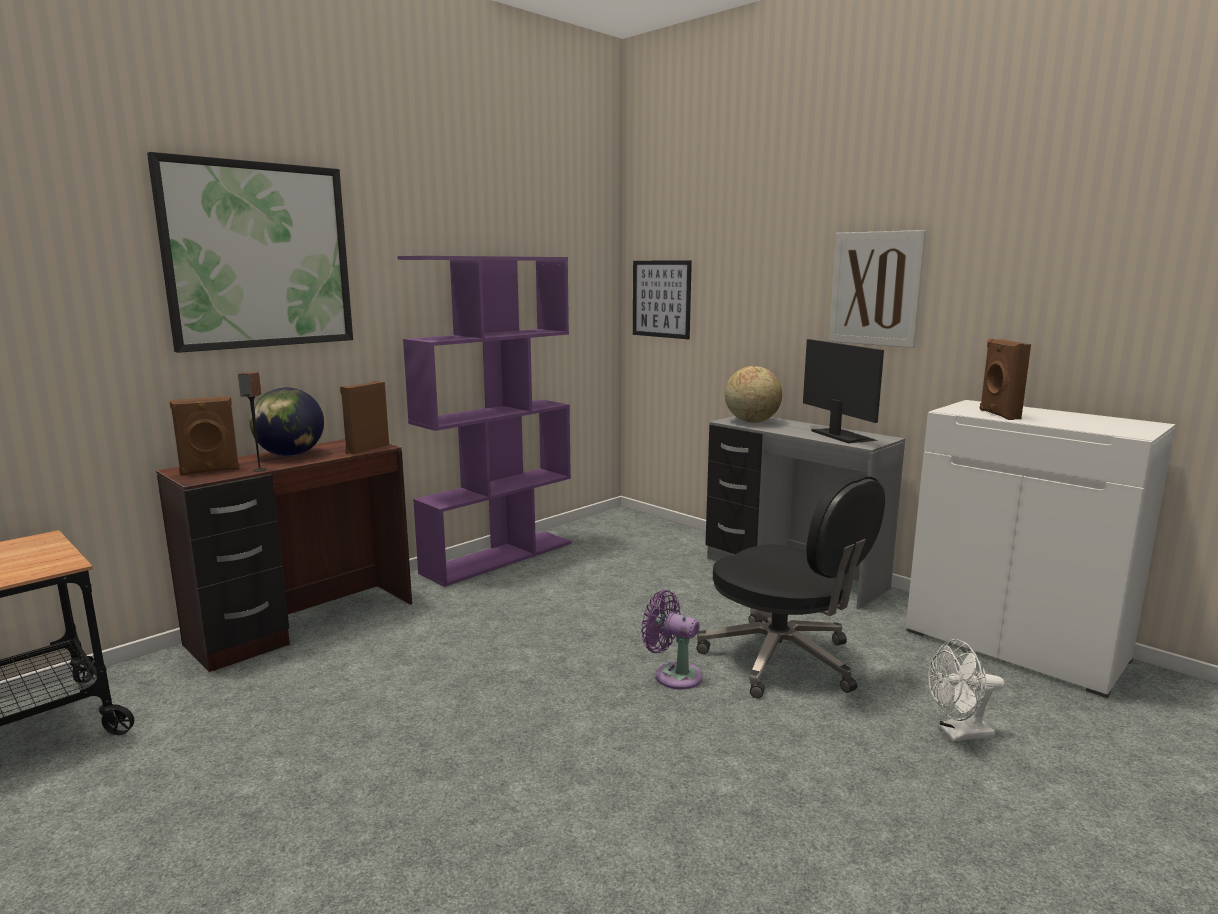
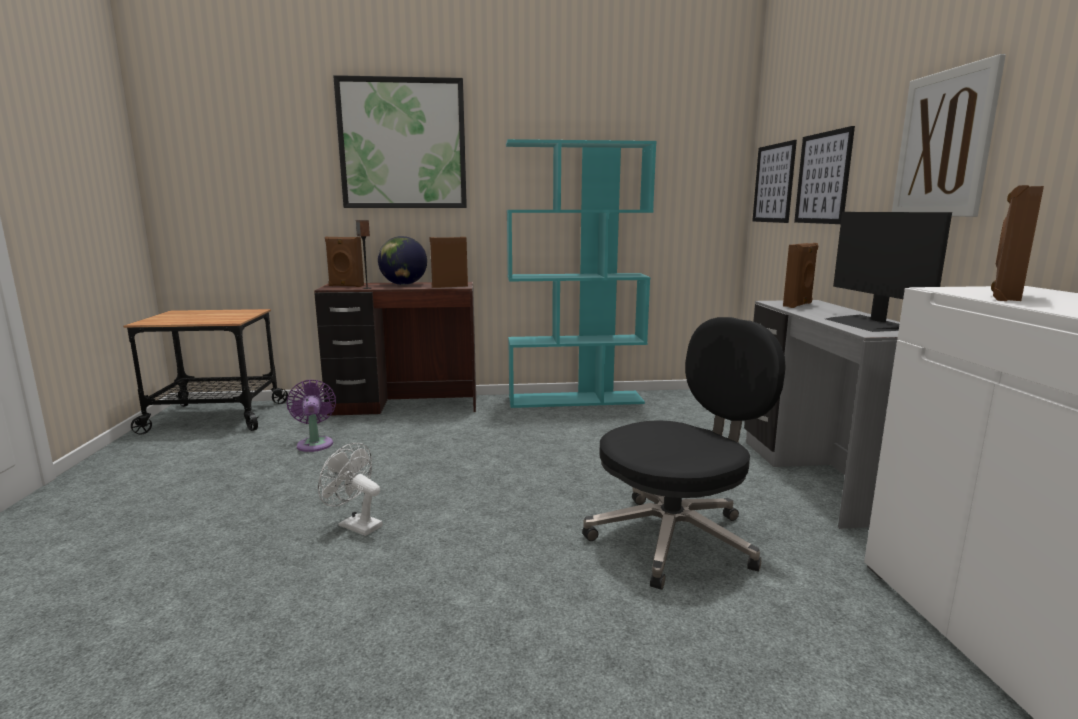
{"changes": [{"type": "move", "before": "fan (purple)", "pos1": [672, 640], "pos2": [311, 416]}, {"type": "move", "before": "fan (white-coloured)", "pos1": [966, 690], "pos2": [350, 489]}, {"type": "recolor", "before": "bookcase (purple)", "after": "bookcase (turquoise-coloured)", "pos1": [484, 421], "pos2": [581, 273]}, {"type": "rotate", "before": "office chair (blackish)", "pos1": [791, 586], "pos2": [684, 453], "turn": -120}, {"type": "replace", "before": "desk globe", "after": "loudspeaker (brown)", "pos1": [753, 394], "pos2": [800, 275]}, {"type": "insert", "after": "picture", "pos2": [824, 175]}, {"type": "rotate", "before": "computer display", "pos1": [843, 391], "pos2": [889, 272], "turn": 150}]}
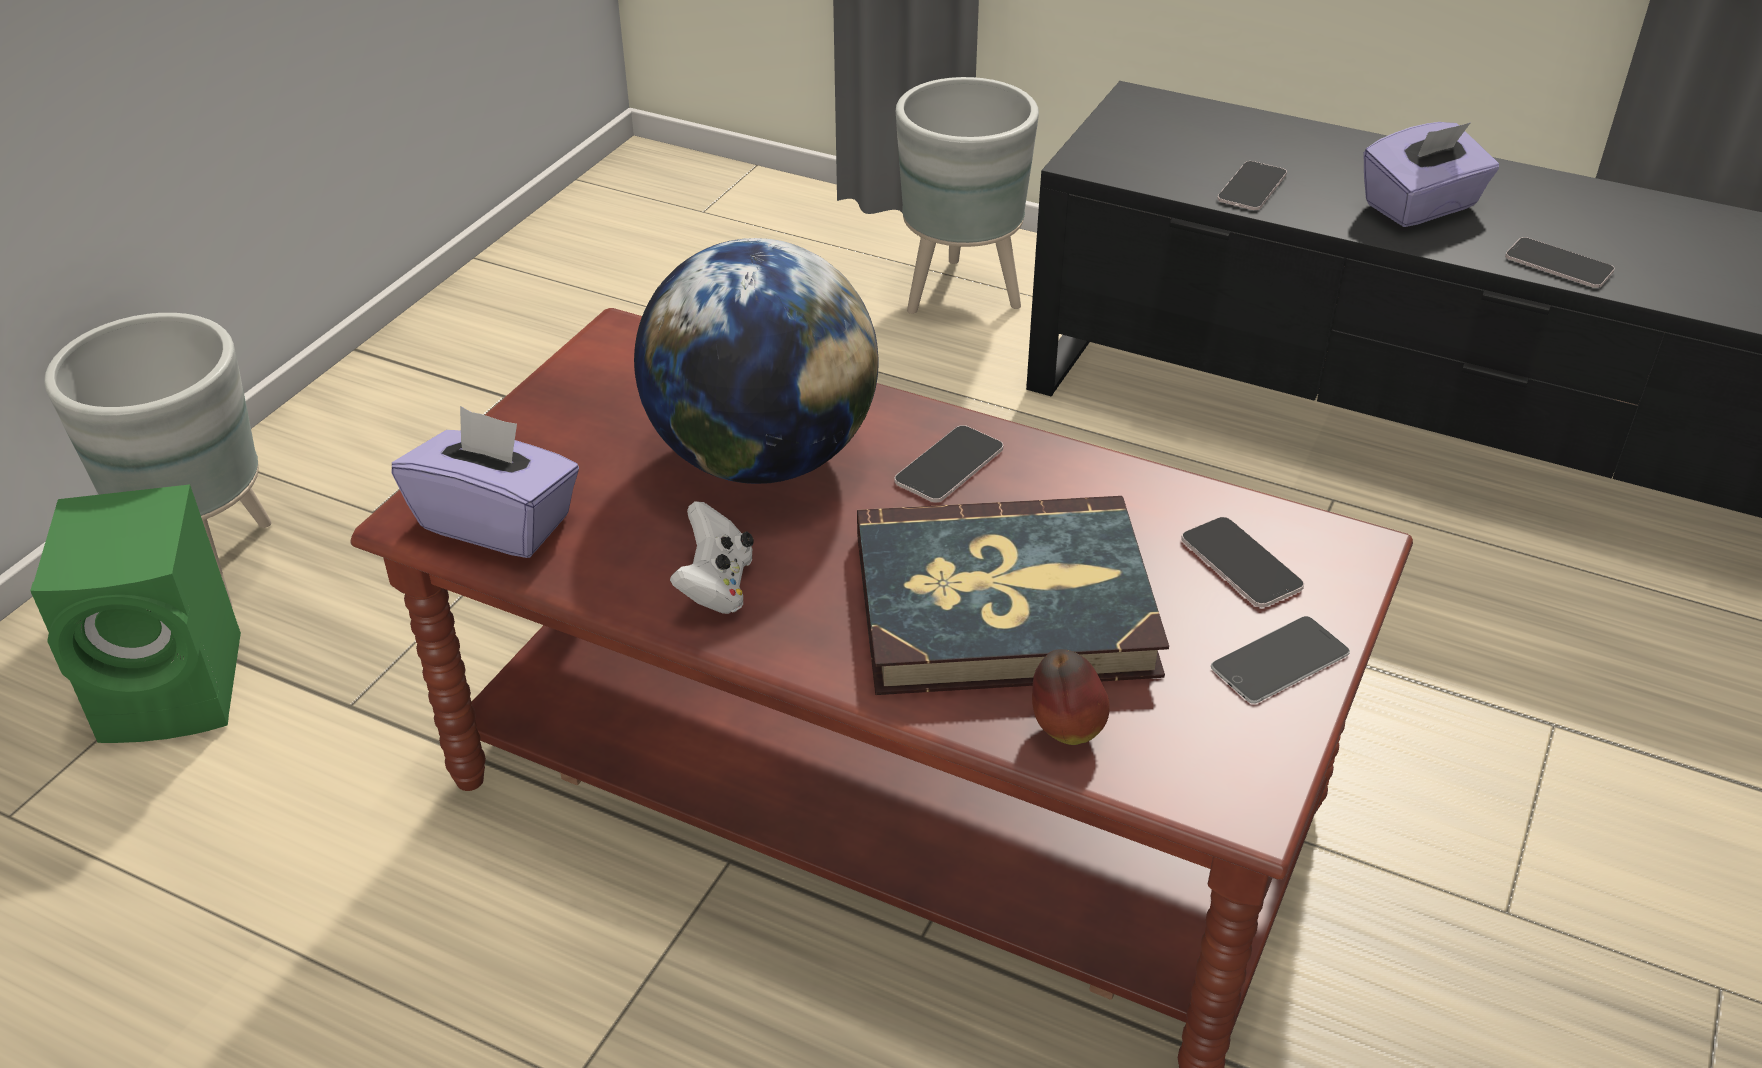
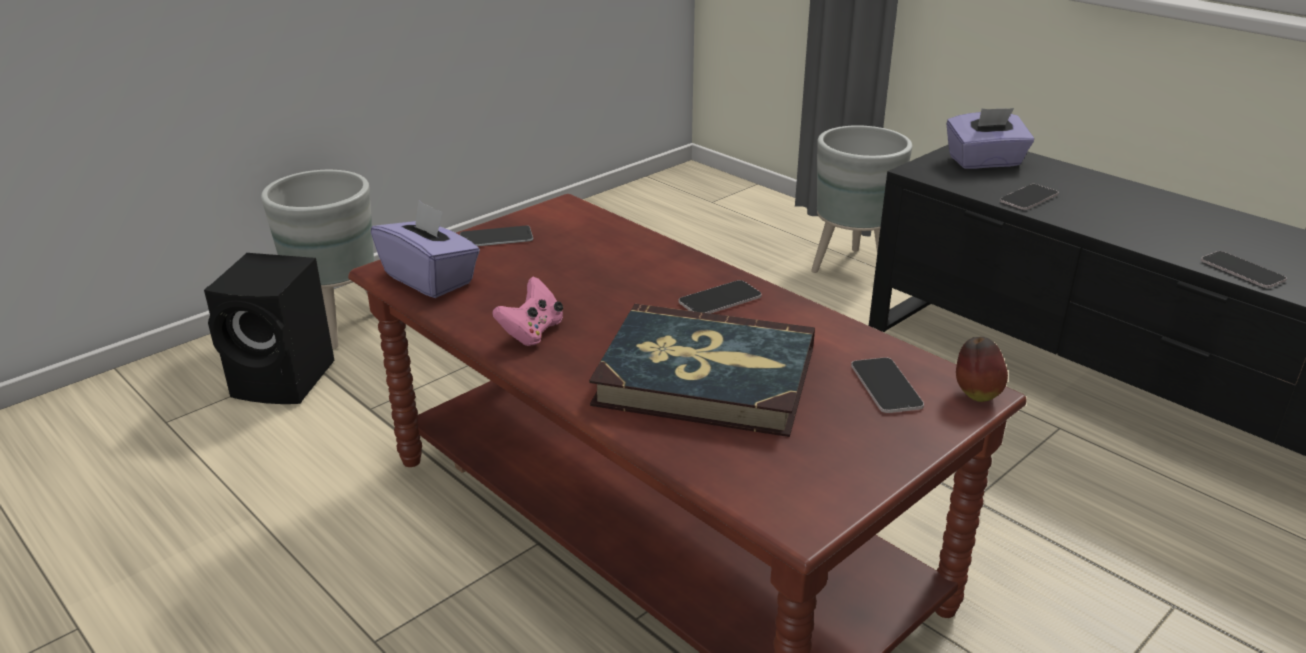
{"changes": [{"type": "recolor", "before": "loudspeaker (green-coloured)", "after": "loudspeaker (blackish)", "pos1": [135, 613], "pos2": [269, 328]}, {"type": "move", "before": "handset", "pos1": [1280, 660], "pos2": [496, 236]}, {"type": "recolor", "before": "game controller (white-coloured)", "after": "game controller (pink)", "pos1": [712, 557], "pos2": [527, 311]}, {"type": "move", "before": "tissue holder (purple)", "pos1": [1431, 174], "pos2": [990, 138]}, {"type": "move", "before": "whole apple", "pos1": [1071, 697], "pos2": [982, 369]}, {"type": "delete", "before": "desk globe", "pos1": [756, 361]}]}
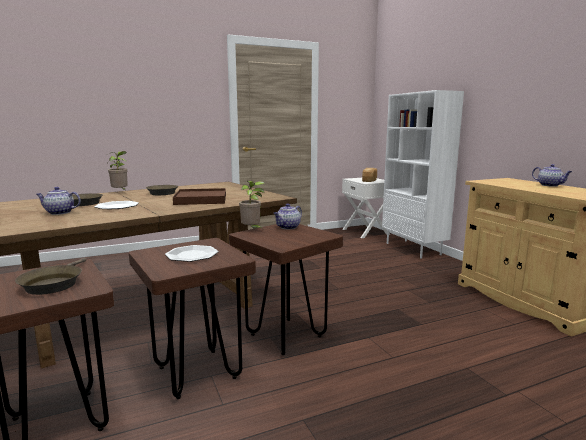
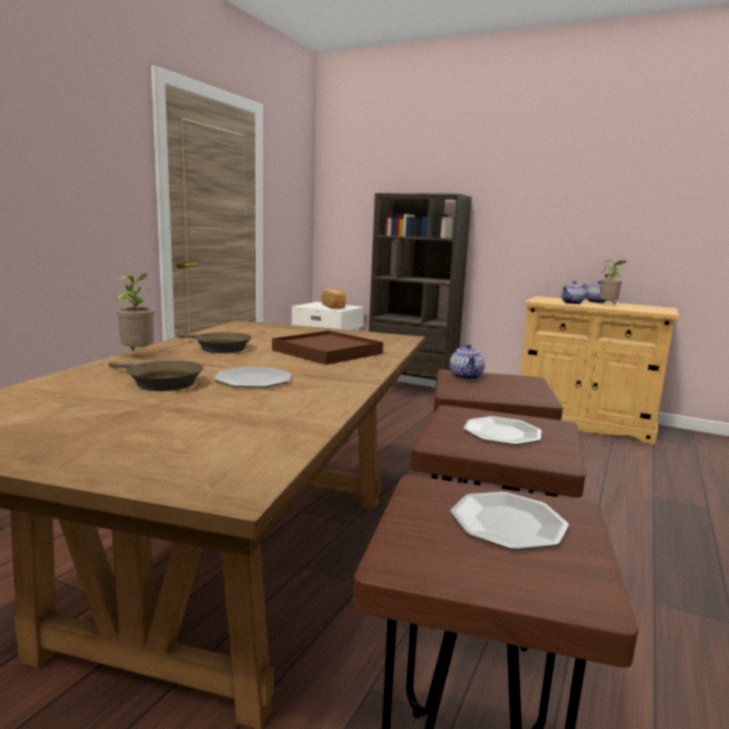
{"changes": [{"type": "recolor", "before": "bookcase (white-coloured)", "after": "bookcase (brown)", "pos1": [423, 174], "pos2": [420, 292]}, {"type": "replace", "before": "skillet (brown)", "after": "flat dish", "pos1": [51, 276], "pos2": [510, 521]}, {"type": "move", "before": "tea pot", "pos1": [58, 201], "pos2": [573, 292]}, {"type": "move", "before": "plant in a pot", "pos1": [252, 205], "pos2": [612, 282]}]}
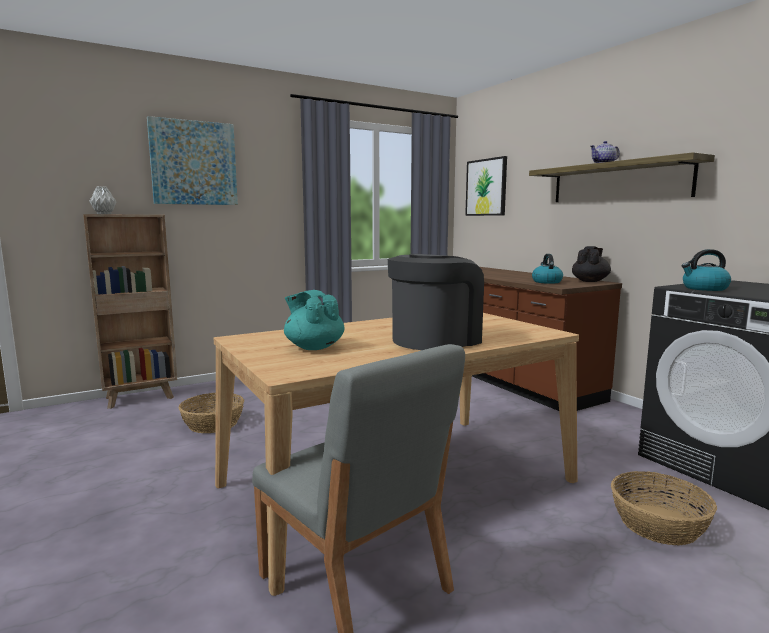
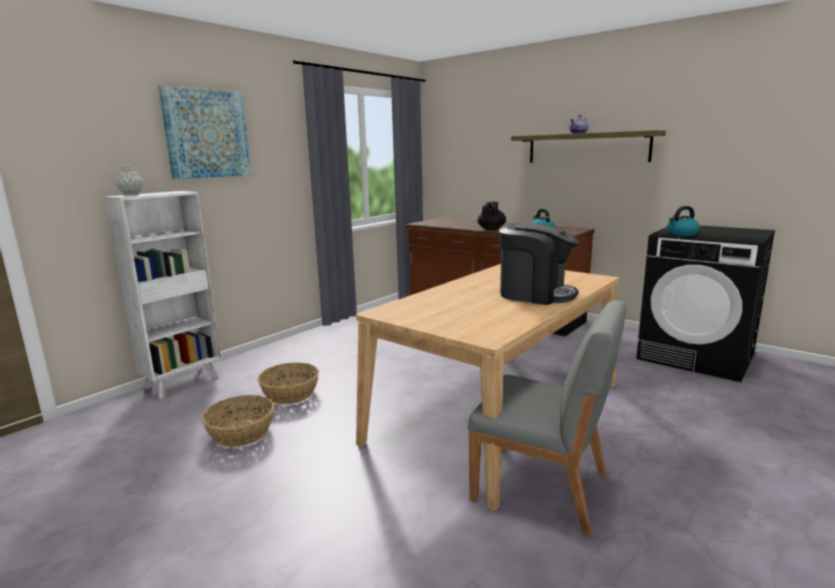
{"changes": [{"type": "recolor", "before": "bookcase (brown)", "after": "bookcase (white-coloured)", "pos1": [130, 311], "pos2": [163, 295]}, {"type": "move", "before": "storage basket", "pos1": [664, 508], "pos2": [237, 421]}, {"type": "move", "before": "tea pot (blackish)", "pos1": [591, 264], "pos2": [492, 215]}, {"type": "rotate", "before": "coffee maker", "pos1": [436, 302], "pos2": [539, 264], "turn": 90}, {"type": "delete", "before": "tea pot (turquoise-coloured)", "pos1": [314, 320]}, {"type": "delete", "before": "picture", "pos1": [486, 186]}]}
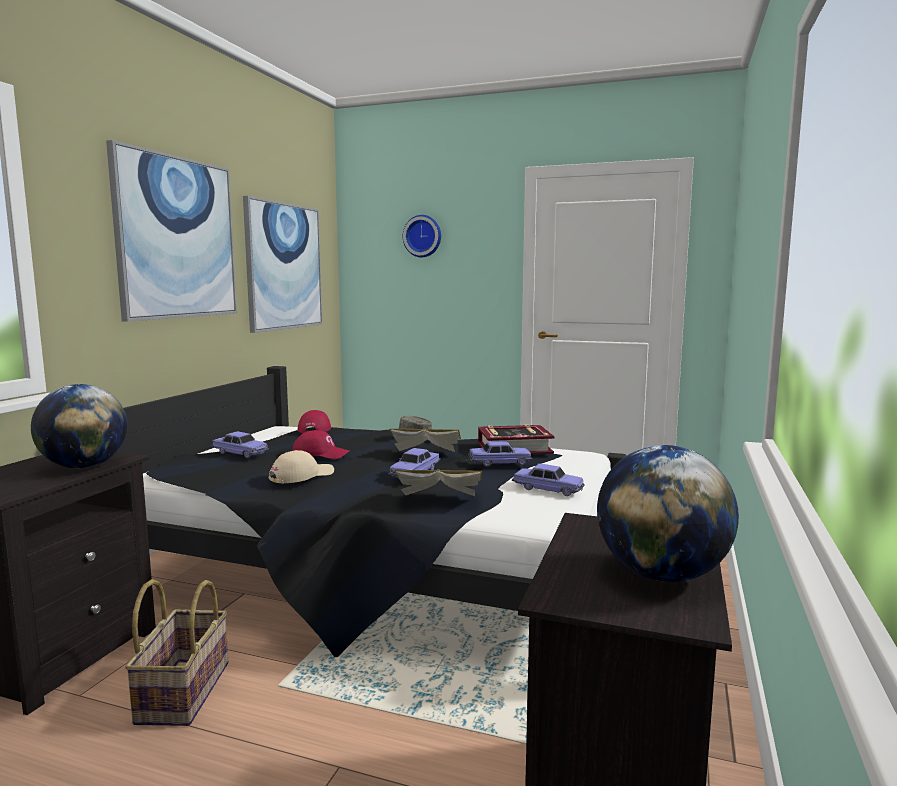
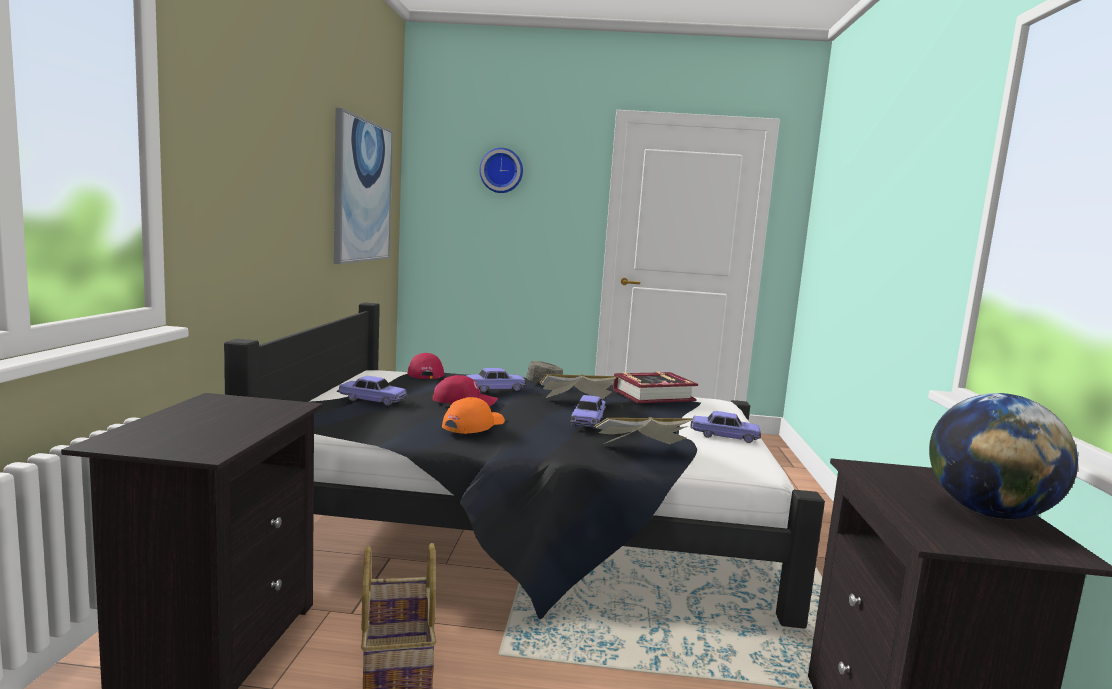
{"changes": [{"type": "recolor", "before": "baseball cap (sand-coloured)", "after": "baseball cap (orange-coloured)", "pos1": [301, 467], "pos2": [473, 415]}, {"type": "move", "before": "model car", "pos1": [500, 454], "pos2": [496, 380]}, {"type": "delete", "before": "desk globe", "pos1": [79, 426]}, {"type": "delete", "before": "picture", "pos1": [171, 231]}]}
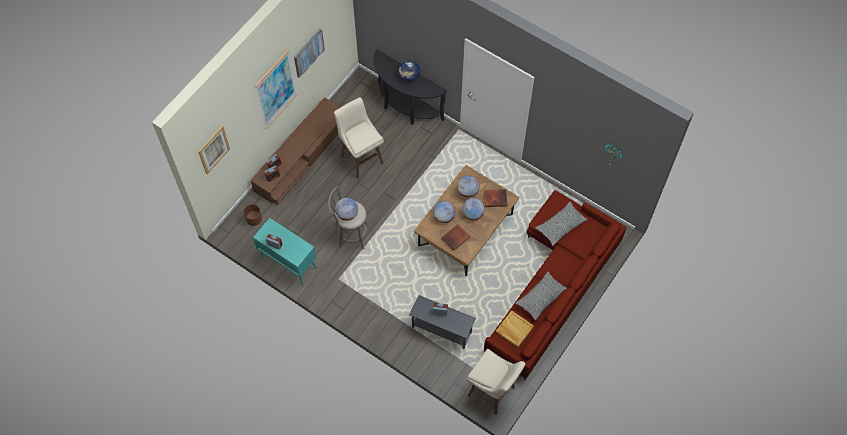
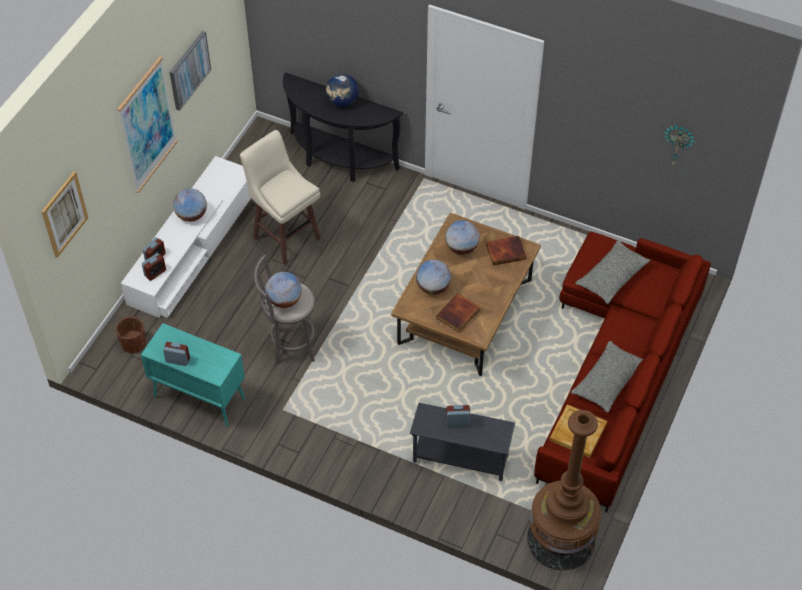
{"changes": [{"type": "recolor", "before": "media console (brown)", "after": "media console (white-coloured)", "pos1": [295, 151], "pos2": [186, 237]}, {"type": "move", "before": "desk globe", "pos1": [473, 209], "pos2": [190, 205]}, {"type": "replace", "before": "stool seat (sand-coloured)", "after": "standing lamp (brown)", "pos1": [496, 382], "pos2": [564, 490]}]}
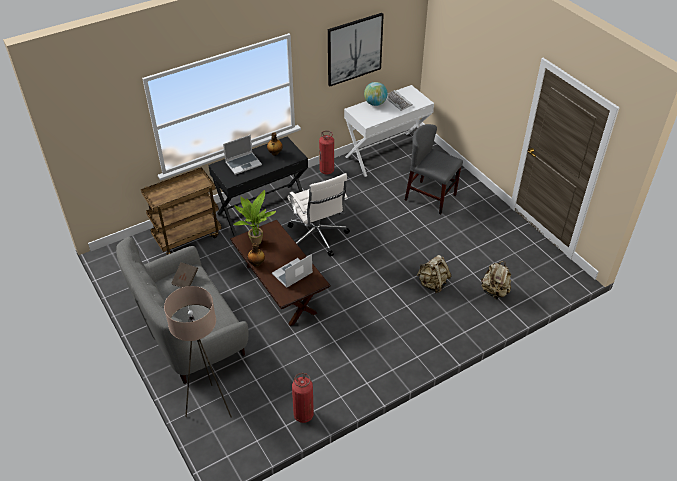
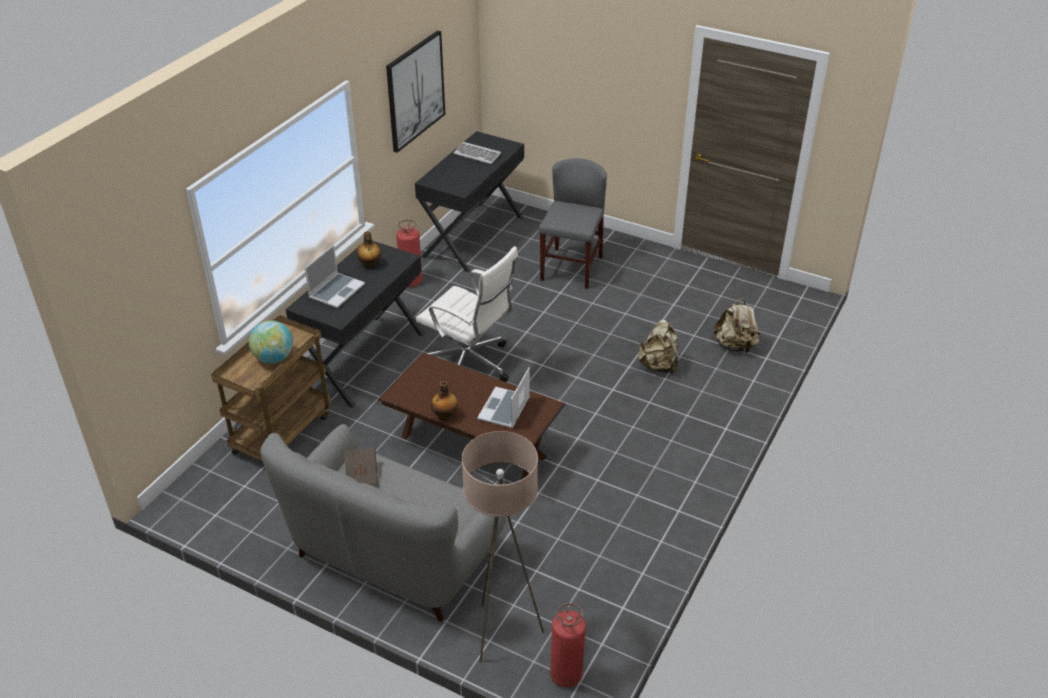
{"changes": [{"type": "move", "before": "desk globe", "pos1": [376, 94], "pos2": [271, 342]}, {"type": "recolor", "before": "desk unit (white-coloured)", "after": "desk unit (blackish)", "pos1": [389, 131], "pos2": [469, 201]}, {"type": "rotate", "before": "upright chair (greyish)", "pos1": [434, 169], "pos2": [572, 223], "turn": 105}, {"type": "move", "before": "fire-fighting cylinder", "pos1": [303, 398], "pos2": [568, 645]}, {"type": "delete", "before": "plant in a pot", "pos1": [254, 217]}]}
